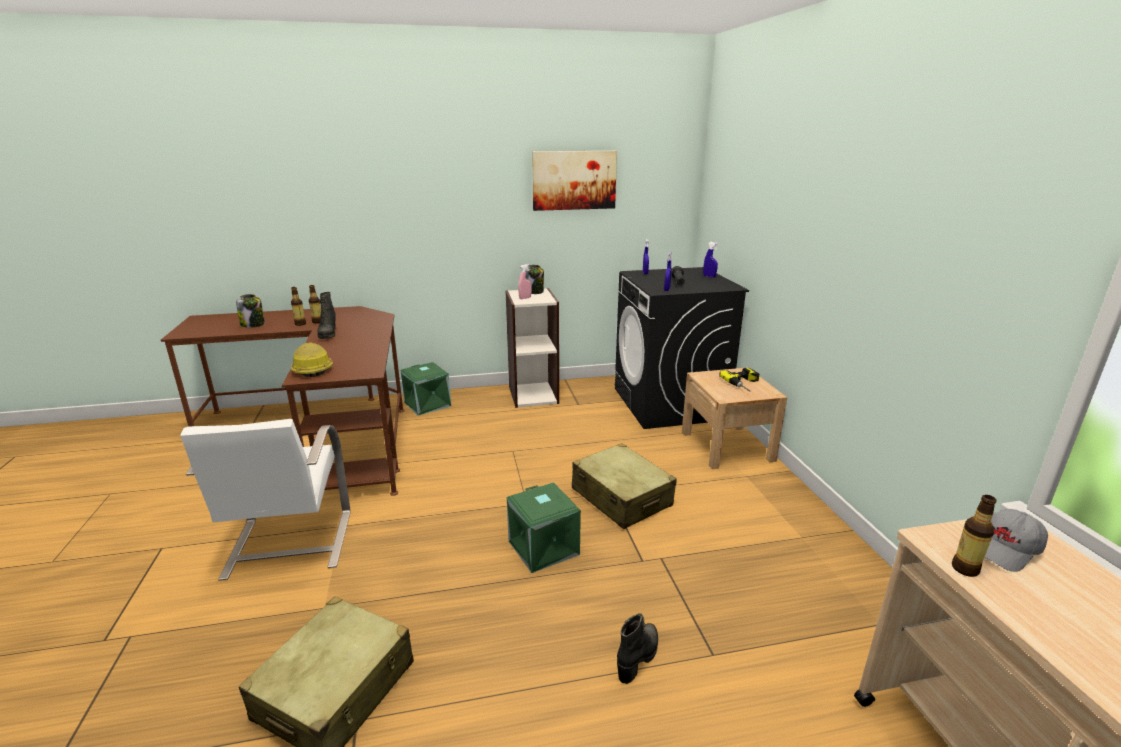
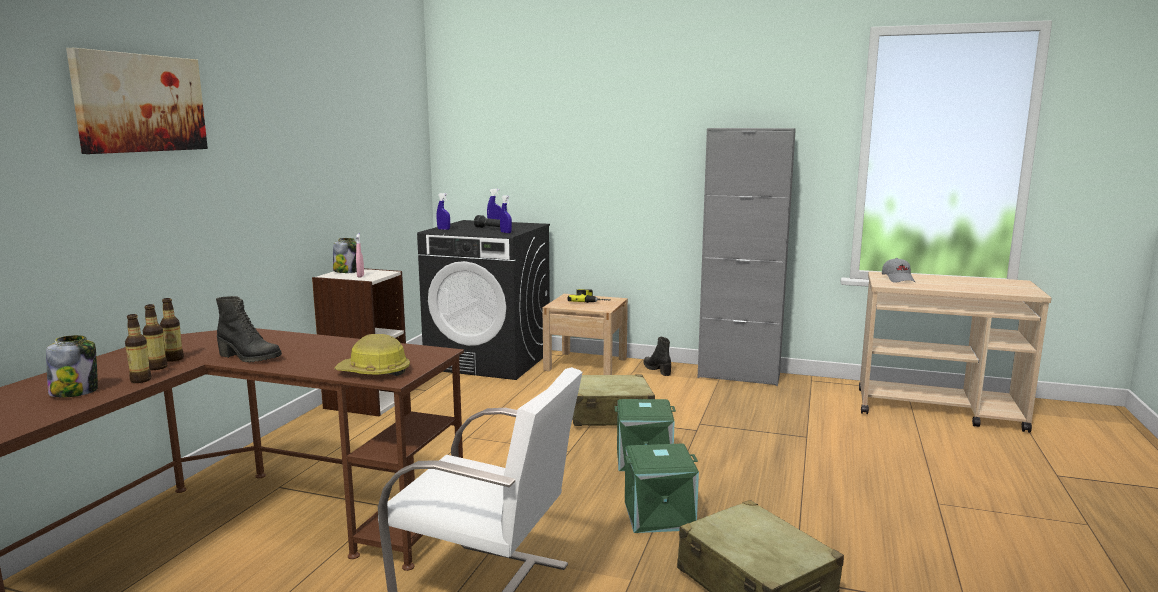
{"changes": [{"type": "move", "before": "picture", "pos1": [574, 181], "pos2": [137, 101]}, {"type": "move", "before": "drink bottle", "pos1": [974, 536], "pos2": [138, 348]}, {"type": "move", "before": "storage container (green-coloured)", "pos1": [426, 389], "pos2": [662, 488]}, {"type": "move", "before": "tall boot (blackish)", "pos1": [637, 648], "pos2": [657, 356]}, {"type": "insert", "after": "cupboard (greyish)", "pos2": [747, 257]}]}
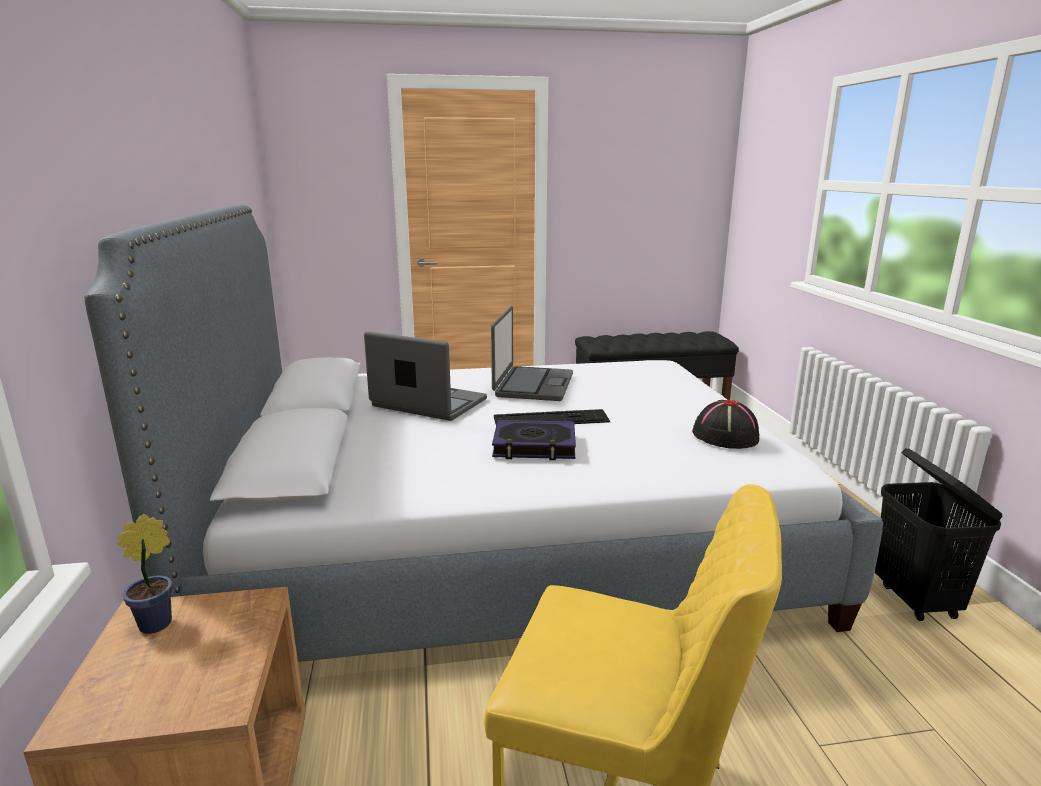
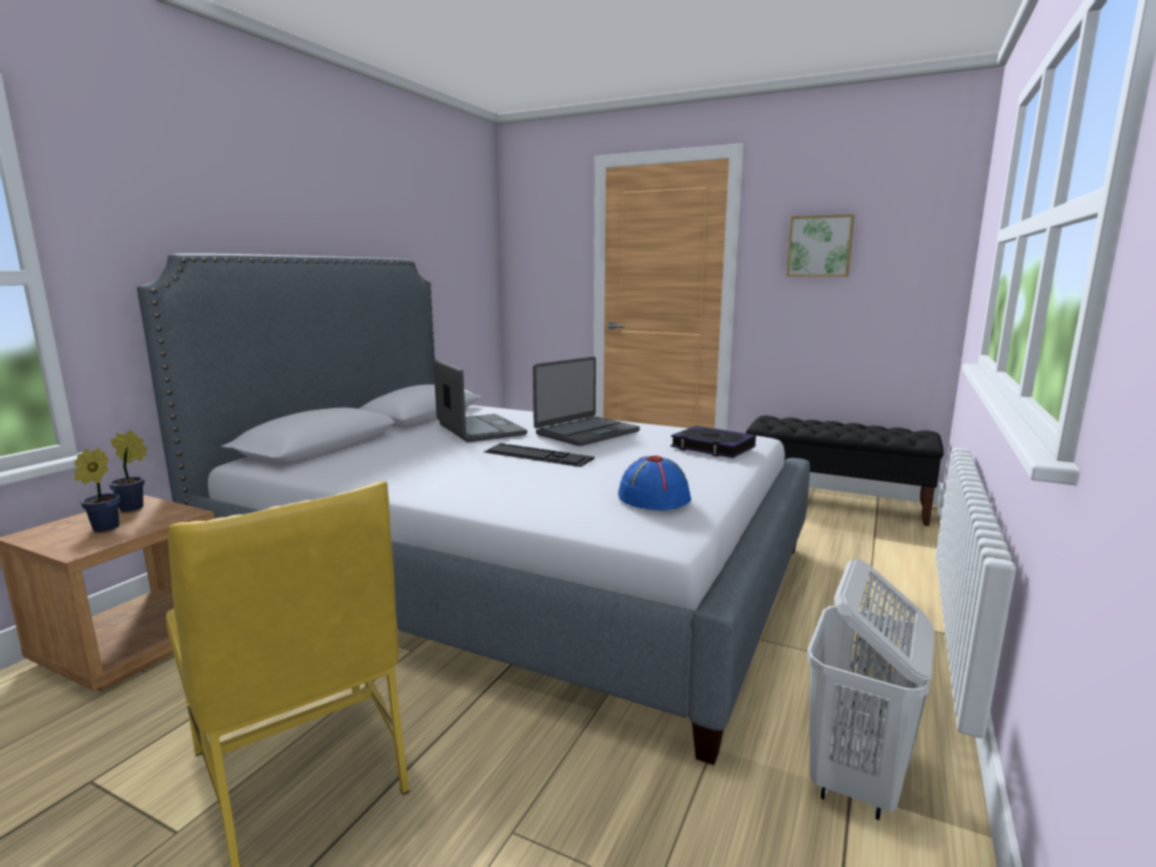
{"changes": [{"type": "insert", "after": "plant in a pot", "pos2": [97, 490]}, {"type": "recolor", "before": "clothing hat (blackish)", "after": "clothing hat (blue-coloured)", "pos1": [726, 424], "pos2": [654, 482]}, {"type": "move", "before": "book", "pos1": [534, 440], "pos2": [713, 442]}, {"type": "insert", "after": "picture", "pos2": [820, 245]}, {"type": "recolor", "before": "hamper (blackish)", "after": "hamper (white-coloured)", "pos1": [939, 534], "pos2": [871, 689]}]}
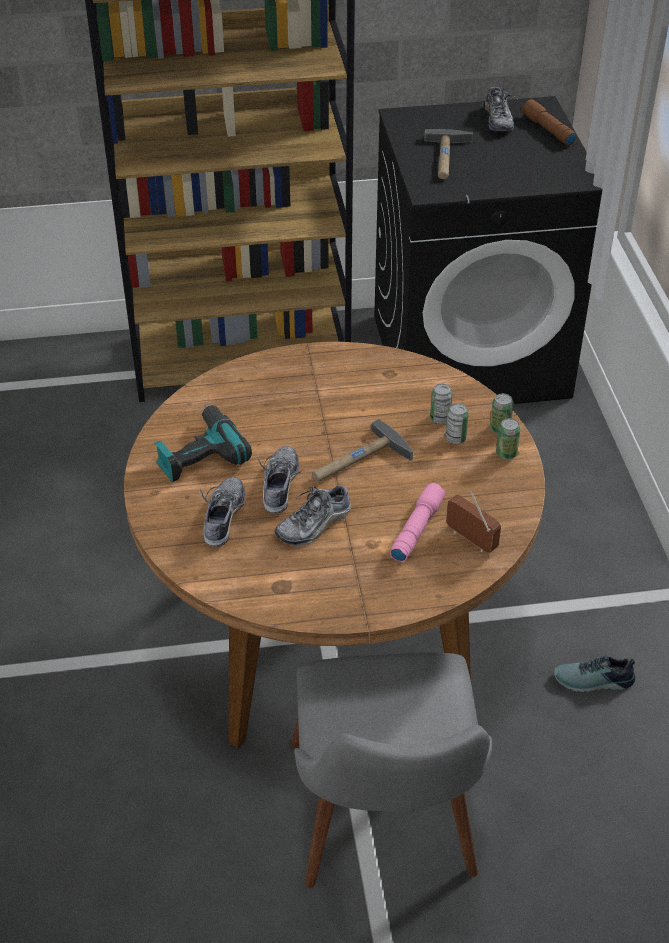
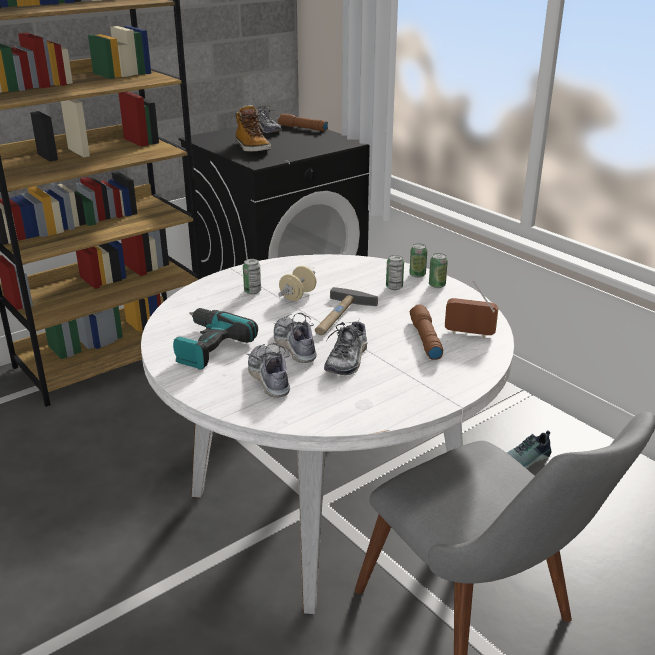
{"changes": [{"type": "recolor", "before": "dinner table (brown)", "after": "dinner table (white-coloured)", "pos1": [334, 545], "pos2": [327, 434]}, {"type": "replace", "before": "hand hammer", "after": "tall boot", "pos1": [448, 154], "pos2": [253, 129]}, {"type": "move", "before": "can", "pos1": [441, 404], "pos2": [252, 276]}, {"type": "insert", "after": "free weight (sand-coloured)", "pos2": [297, 283]}, {"type": "recolor", "before": "torch (pink)", "after": "torch (brown)", "pos1": [418, 522], "pos2": [426, 332]}]}
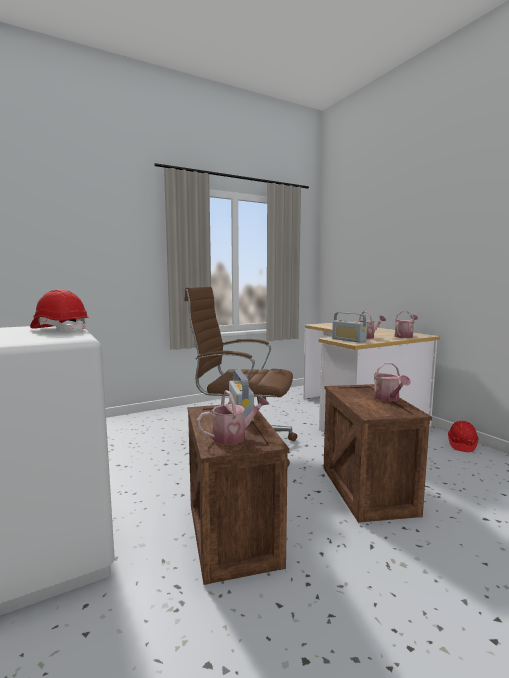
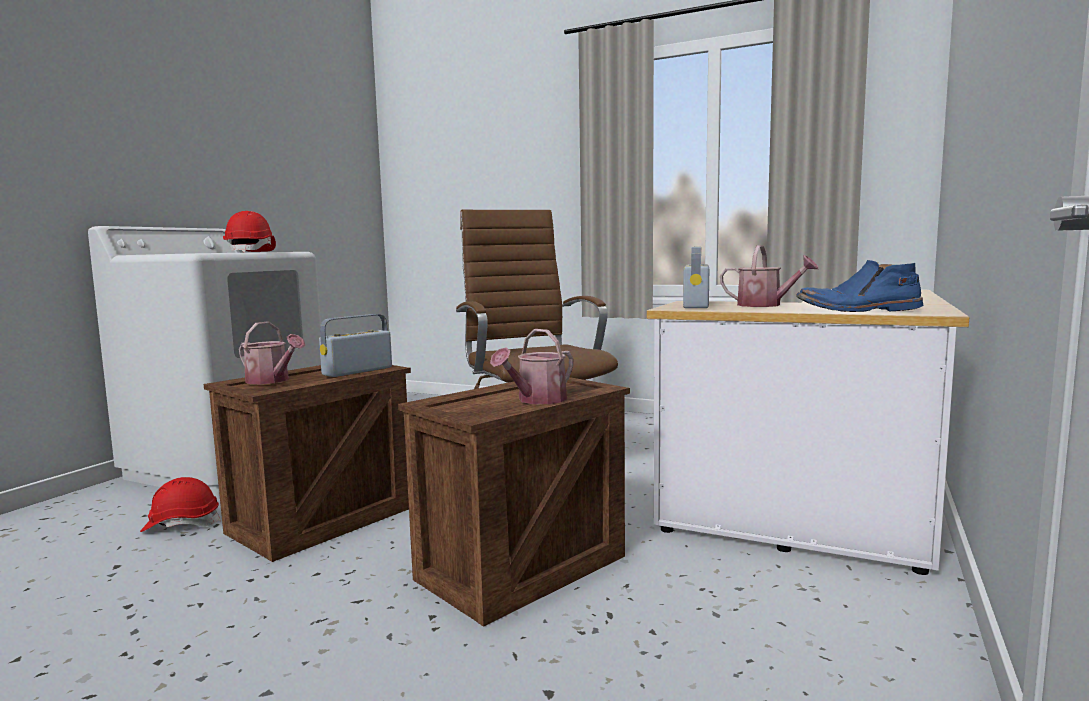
{"changes": [{"type": "move", "before": "hard hat (red-coloured)", "pos1": [463, 436], "pos2": [180, 504]}, {"type": "replace", "before": "sprinkling can", "after": "tall boot (blue-coloured)", "pos1": [406, 324], "pos2": [859, 286]}]}
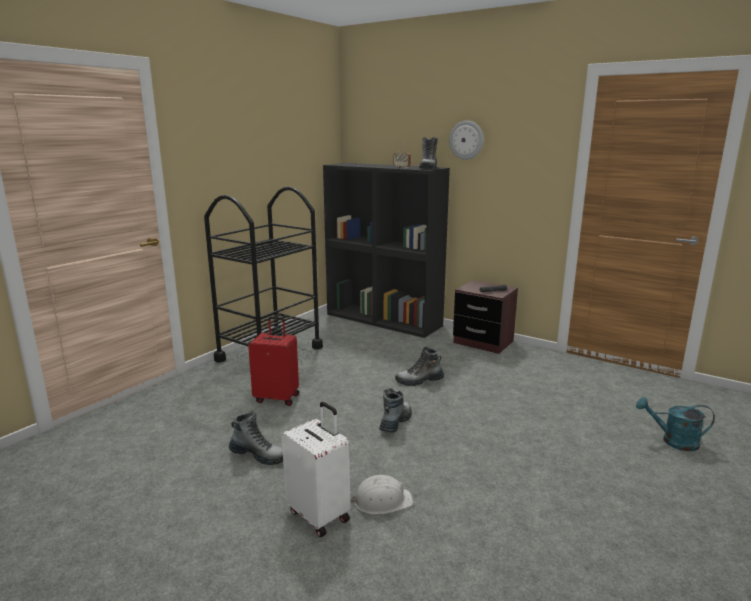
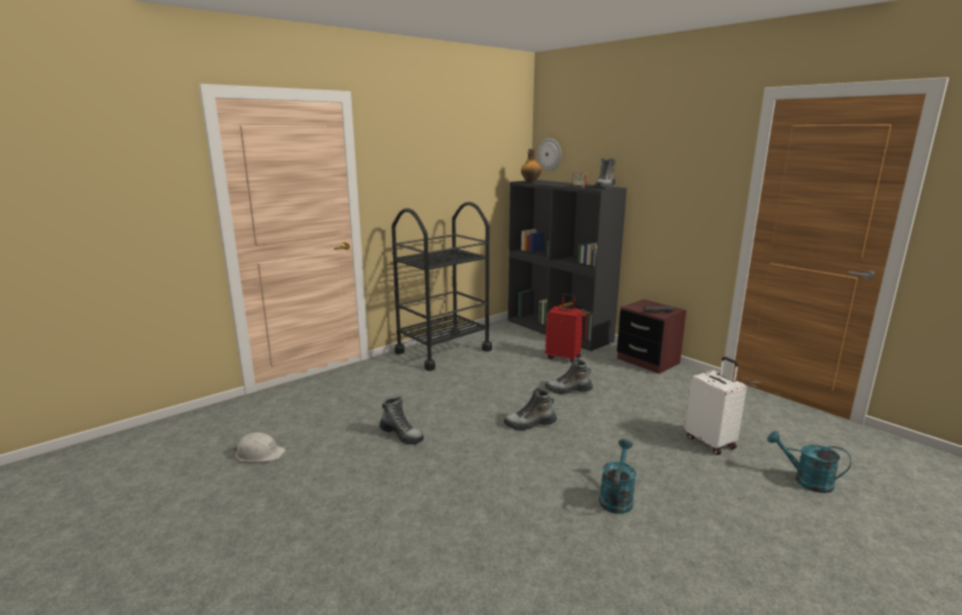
{"changes": [{"type": "move", "before": "hard hat (white-coloured)", "pos1": [382, 495], "pos2": [259, 447]}, {"type": "rotate", "before": "tall boot", "pos1": [395, 410], "pos2": [530, 409], "turn": -135}, {"type": "insert", "after": "drink bottle", "pos2": [531, 166]}, {"type": "move", "before": "clock on the wall", "pos1": [466, 140], "pos2": [549, 154]}, {"type": "move", "before": "suitcase (red-coloured)", "pos1": [273, 361], "pos2": [564, 328]}, {"type": "insert", "after": "sprinkling can (turquoise-coloured)", "pos2": [617, 476]}, {"type": "move", "before": "suitcase (white-coloured)", "pos1": [316, 469], "pos2": [715, 406]}]}
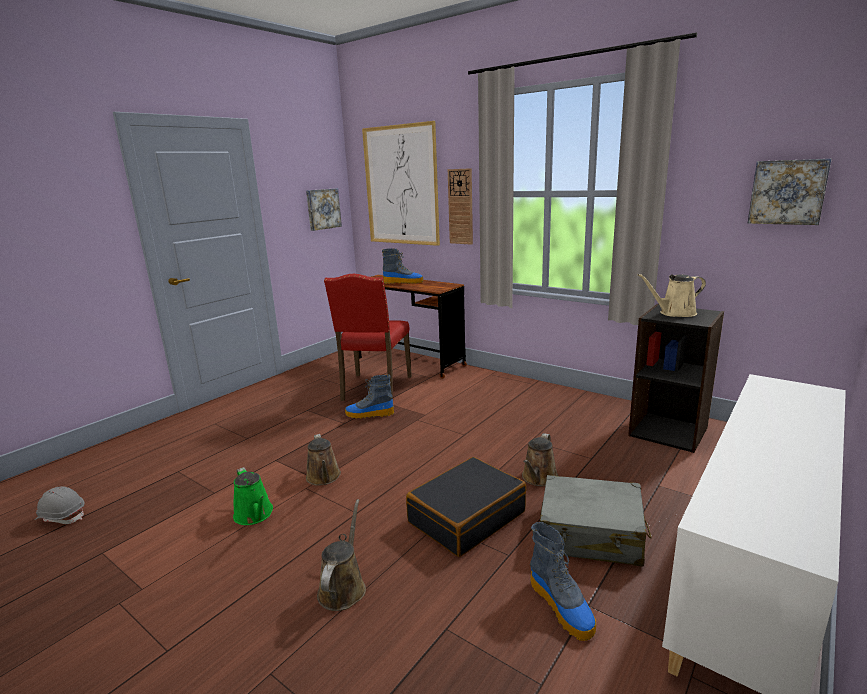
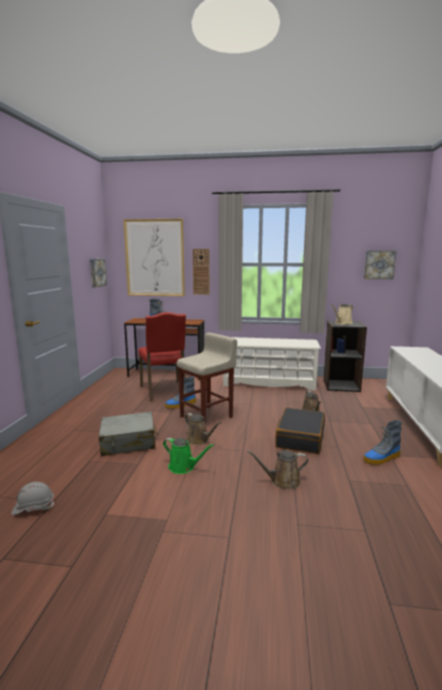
{"changes": [{"type": "move", "before": "suitcase (greyish)", "pos1": [596, 521], "pos2": [129, 433]}, {"type": "insert", "after": "stool seat (sand-coloured)", "pos2": [207, 378]}, {"type": "insert", "after": "shoe stand (white-coloured)", "pos2": [272, 364]}, {"type": "rotate", "before": "sprinkling can (brown)", "pos1": [341, 555], "pos2": [277, 470], "turn": -75}, {"type": "rotate", "before": "tall boot", "pos1": [563, 581], "pos2": [382, 442], "turn": 120}]}
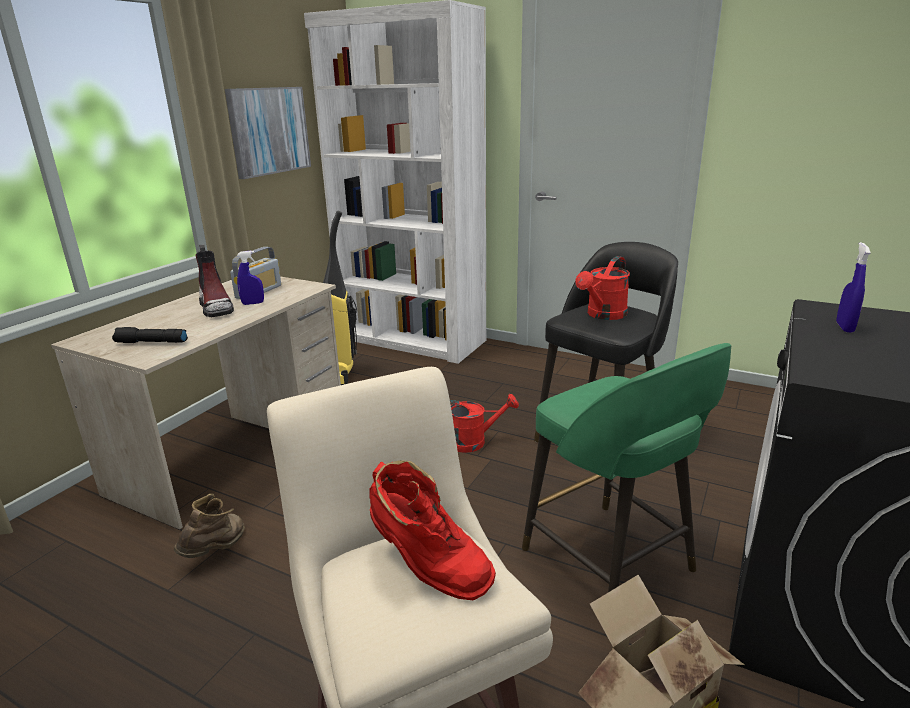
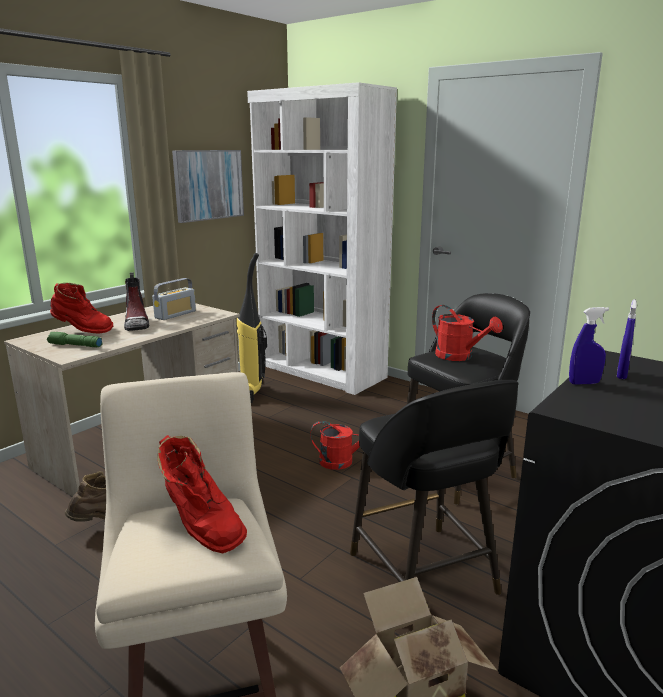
{"changes": [{"type": "recolor", "before": "torch (blackish)", "after": "torch (green-coloured)", "pos1": [150, 335], "pos2": [74, 339]}, {"type": "insert", "after": "tall boot (red-coloured)", "pos2": [81, 308]}, {"type": "recolor", "before": "stool seat (green-coloured)", "after": "stool seat (blackish)", "pos1": [627, 467], "pos2": [434, 487]}, {"type": "rotate", "before": "sprinkling can (red-coloured)", "pos1": [602, 288], "pos2": [467, 333], "turn": -90}, {"type": "move", "before": "hand sprayer (blue-coloured)", "pos1": [250, 278], "pos2": [589, 345]}]}
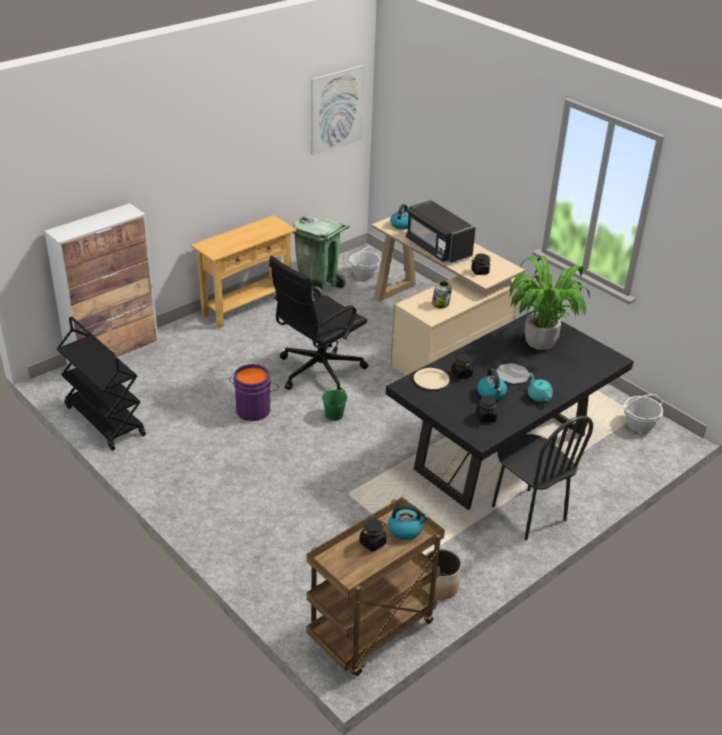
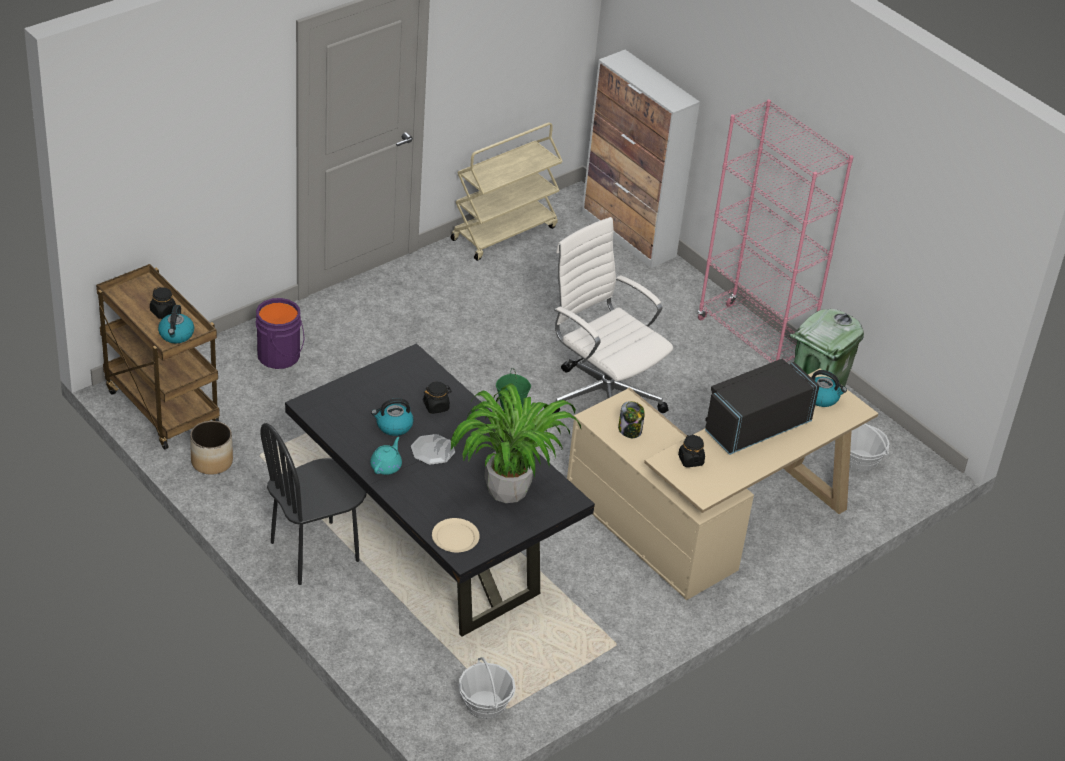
{"changes": [{"type": "move", "before": "bucket (purple)", "pos1": [254, 392], "pos2": [280, 333]}, {"type": "rotate", "before": "tea pot (turquoise-coloured)", "pos1": [540, 387], "pos2": [386, 456], "turn": -45}, {"type": "move", "before": "flat dish (sand-coloured)", "pos1": [432, 378], "pos2": [456, 535]}, {"type": "recolor", "before": "cart (blackish)", "after": "cart (sand-coloured)", "pos1": [101, 384], "pos2": [506, 191]}, {"type": "recolor", "before": "office chair (blackish)", "after": "office chair (white-coloured)", "pos1": [319, 324], "pos2": [612, 315]}, {"type": "replace", "before": "narrow table (sand-coloured)", "after": "bookcase (pink)", "pos1": [244, 272], "pos2": [775, 231]}, {"type": "delete", "before": "picture", "pos1": [338, 110]}, {"type": "delete", "before": "jar (blackish)", "pos1": [487, 408]}]}
